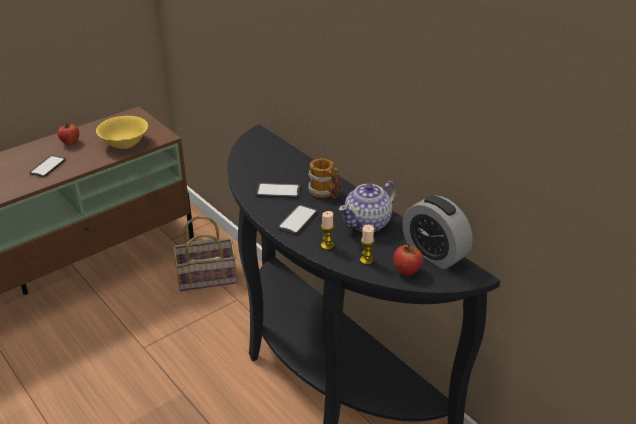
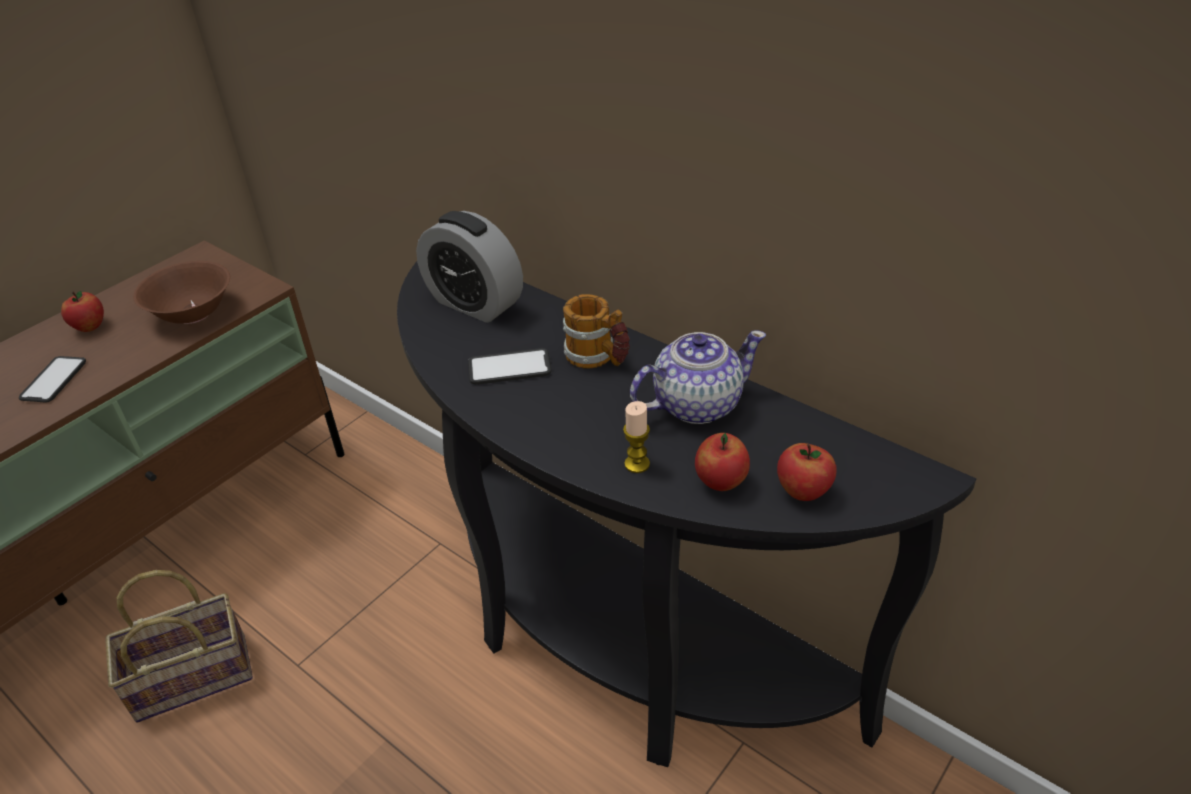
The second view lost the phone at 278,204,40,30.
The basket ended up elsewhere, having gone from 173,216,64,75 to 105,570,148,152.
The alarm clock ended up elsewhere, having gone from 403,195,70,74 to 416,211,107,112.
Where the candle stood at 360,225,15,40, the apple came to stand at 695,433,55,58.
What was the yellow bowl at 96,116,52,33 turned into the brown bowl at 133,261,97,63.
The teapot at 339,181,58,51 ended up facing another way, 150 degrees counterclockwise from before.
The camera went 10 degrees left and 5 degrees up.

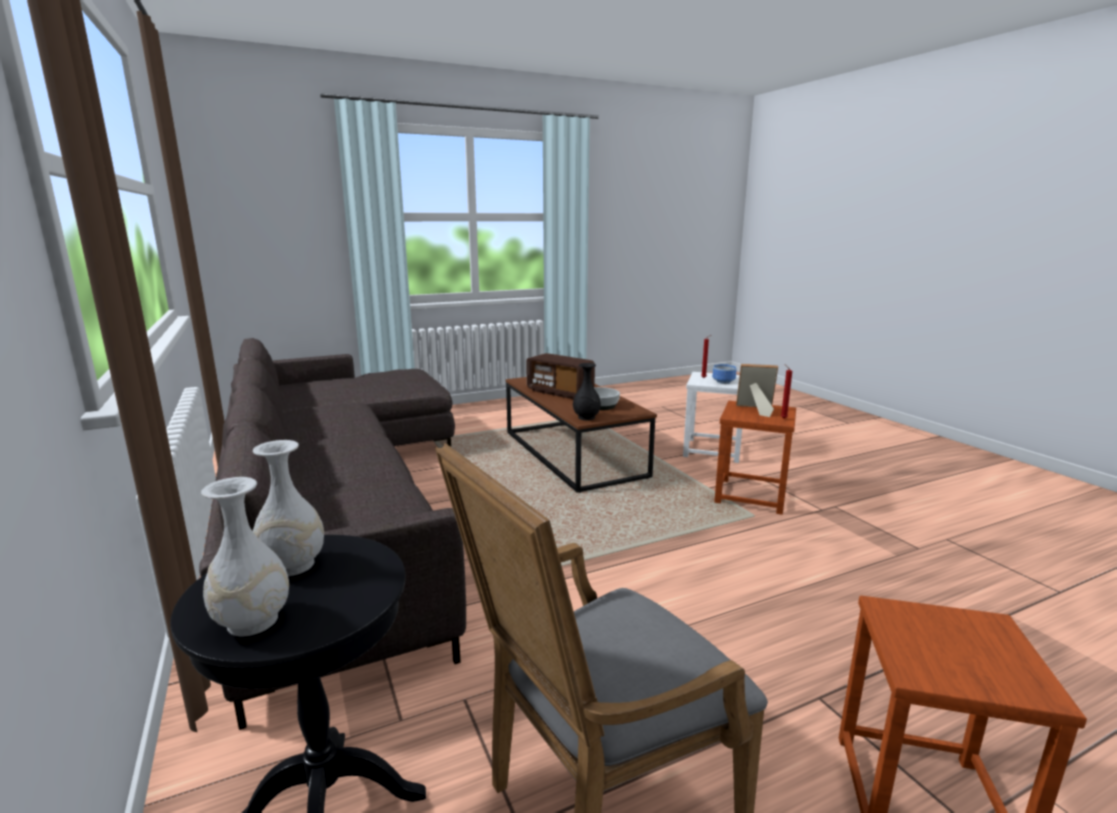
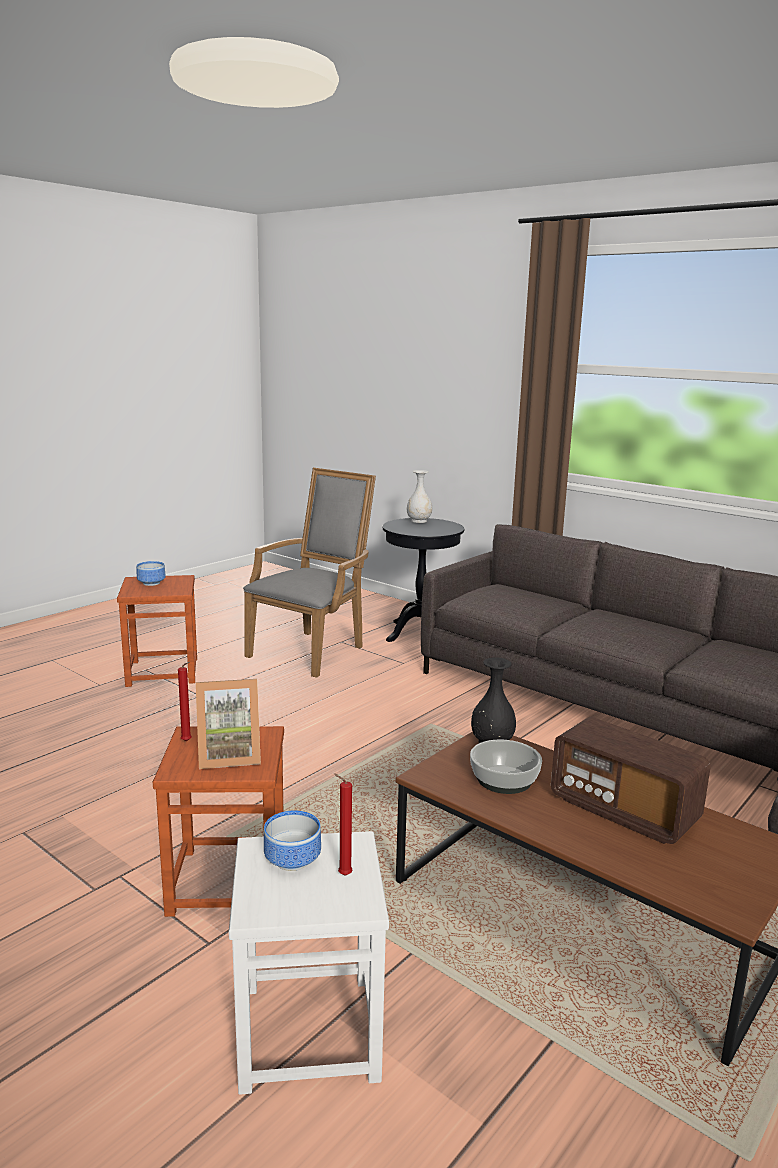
The second view lost the white vase at 253,440,71,136.
The second view gained the bowl at 136,561,30,25.
The radio at 526,353,69,46 ended up facing another way, 150 degrees counterclockwise from before.
The camera went 155 degrees right and 0 degrees up.

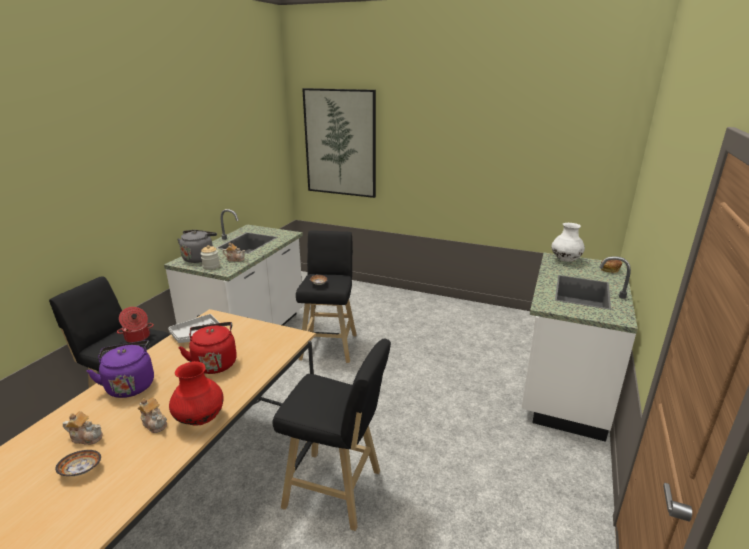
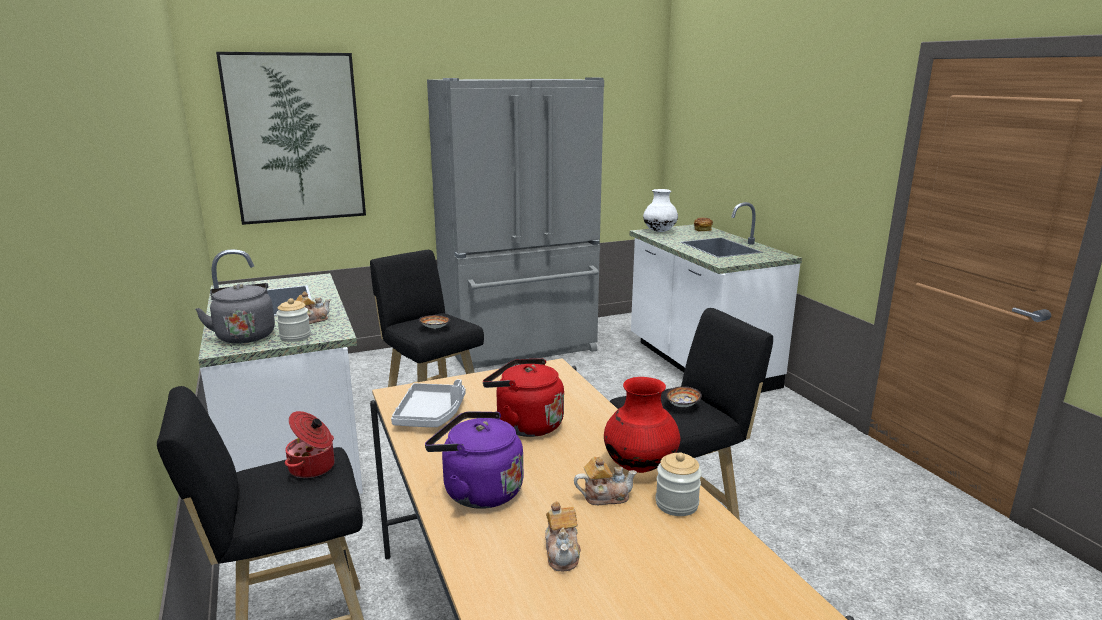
The second view gained the grey fridge at 427,77,177,293.
The second view gained the jar at 656,452,46,64.
The bowl ended up elsewhere, having gone from 55,450,46,26 to 665,386,37,21.
The teapot at 63,411,40,34 ended up facing another way, 120 degrees clockwise from before.
The camera went 45 degrees left and 5 degrees down.

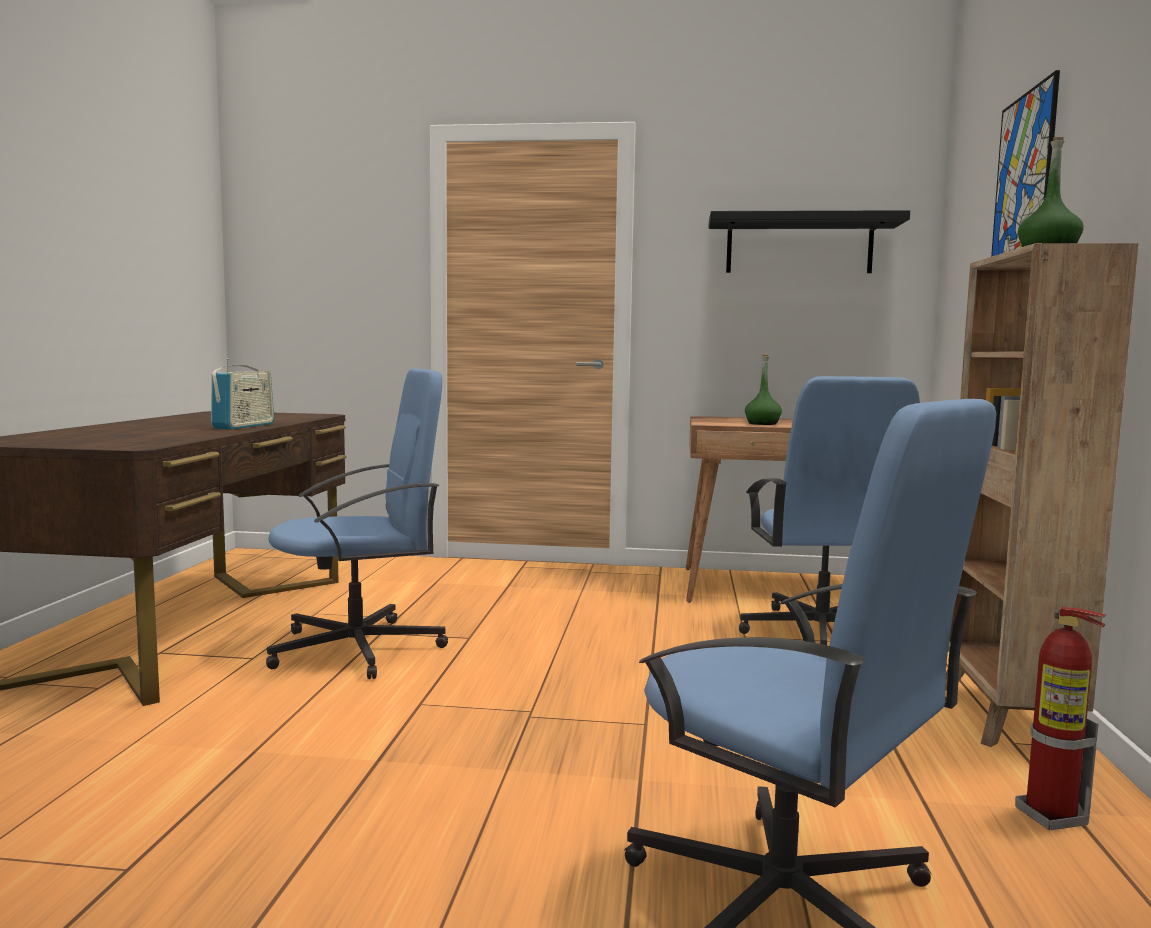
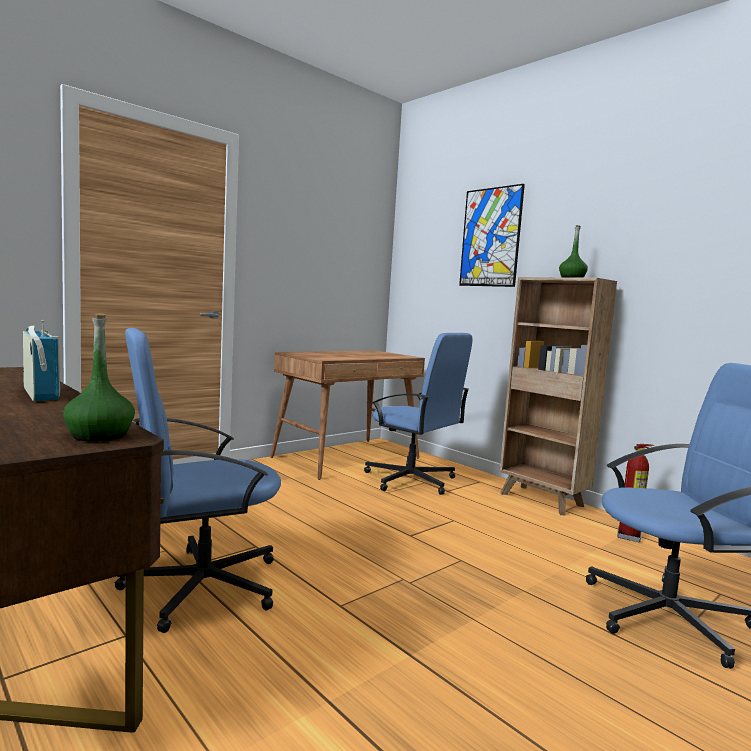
The second view lost the black shelf at 709,210,201,63.
The green bottle ended up elsewhere, having gone from 745,354,37,71 to 63,313,72,129.
The blue office chair at 266,369,182,310 ended up facing another way, 135 degrees counterclockwise from before.
The camera went 50 degrees left and 0 degrees up.

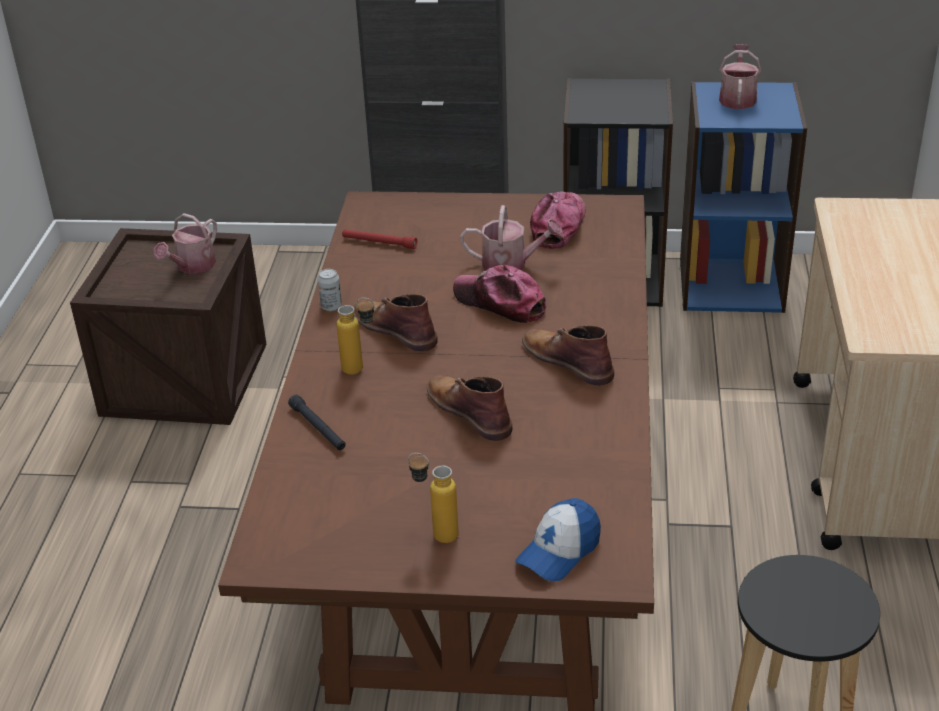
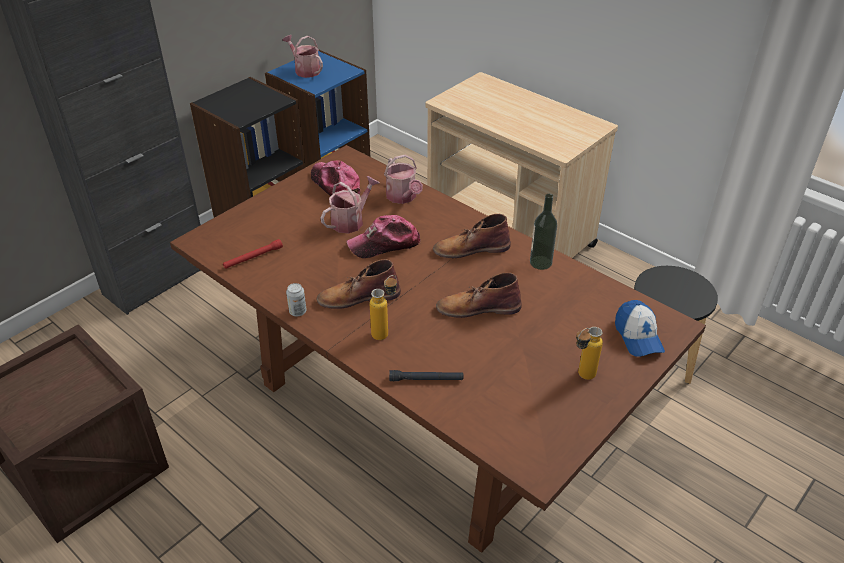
The second view gained the bottle at 530,194,27,76.
The watering can ended up elsewhere, having gone from 154,213,63,61 to 384,155,39,49.
The camera went 55 degrees left and 5 degrees up.

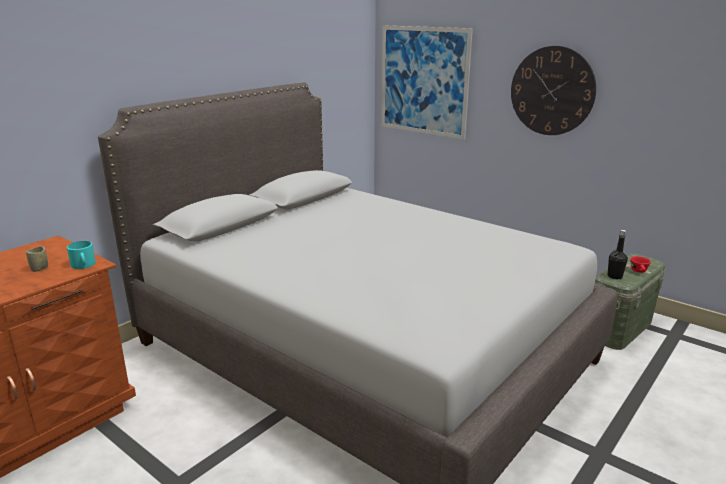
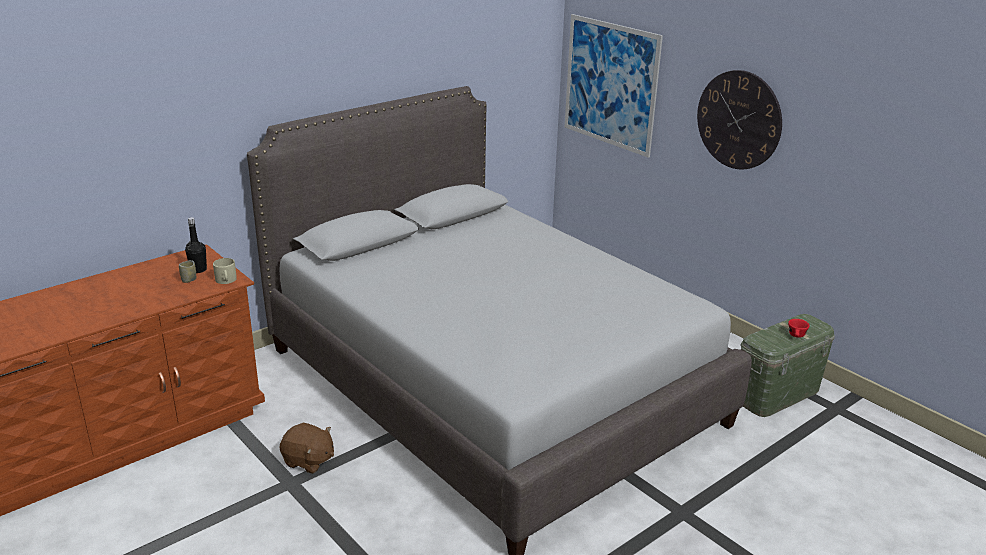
The second view gained the brown plush toy at 280,423,54,51.
The black bottle ended up elsewhere, having gone from 608,230,20,49 to 185,217,22,56.
What was the turquoise mug at 67,241,29,28 turned into the beige mug at 213,258,24,26.
The camera went 10 degrees right and 5 degrees up.

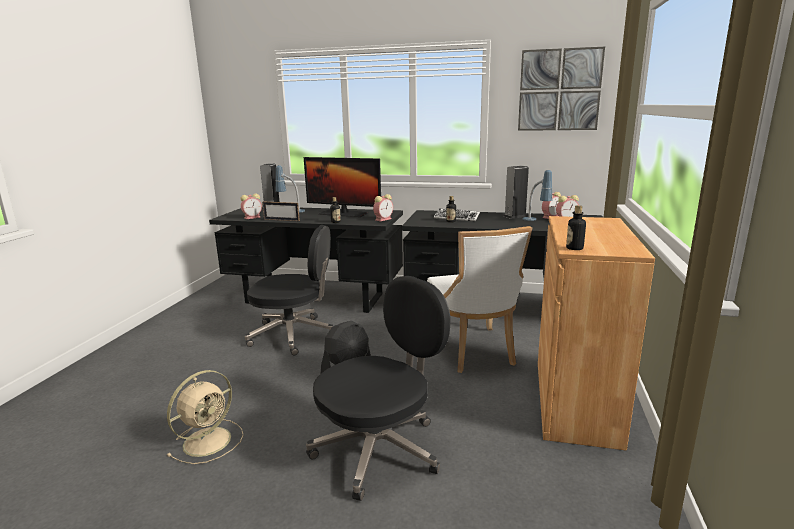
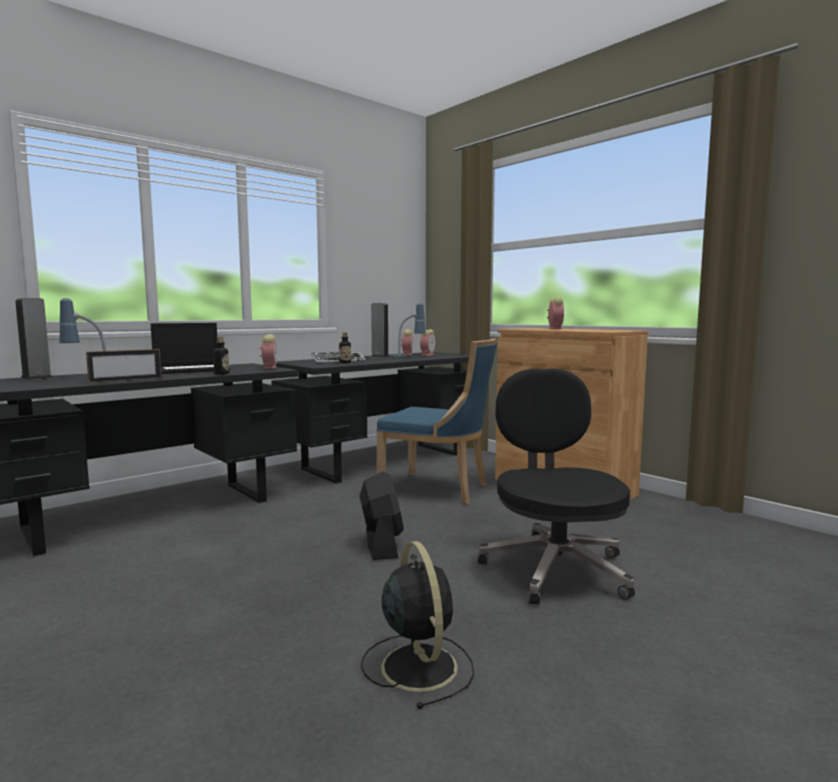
The second view lost the black office chair at 245,225,88,130.
The second view lost the picture at 518,47,87,84.
The second view lost the bottle at 566,205,20,45.
The alarm clock ended up elsewhere, having gone from 241,194,21,25 to 547,297,17,32.
Where the monitor stood at 304,157,77,60, the laptop came to stand at 151,323,79,51.
What was the beige fan at 167,370,76,94 turned into the black fan at 361,541,113,168.
What was the white chair at 427,226,105,147 turned into the blue chair at 376,338,121,167.
The camera went 55 degrees left and 10 degrees down.

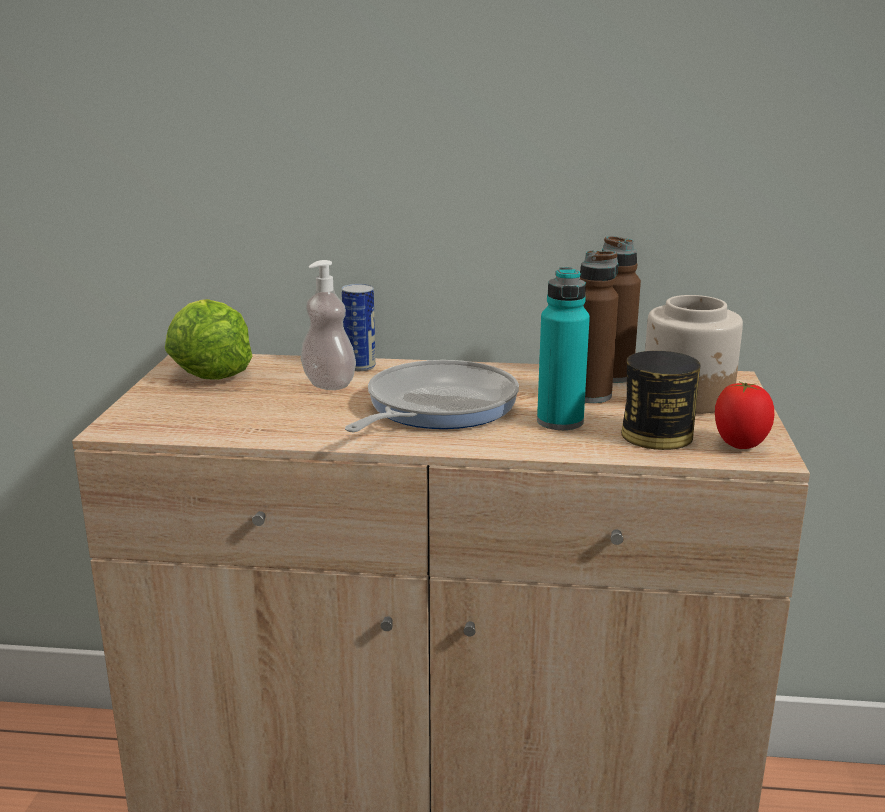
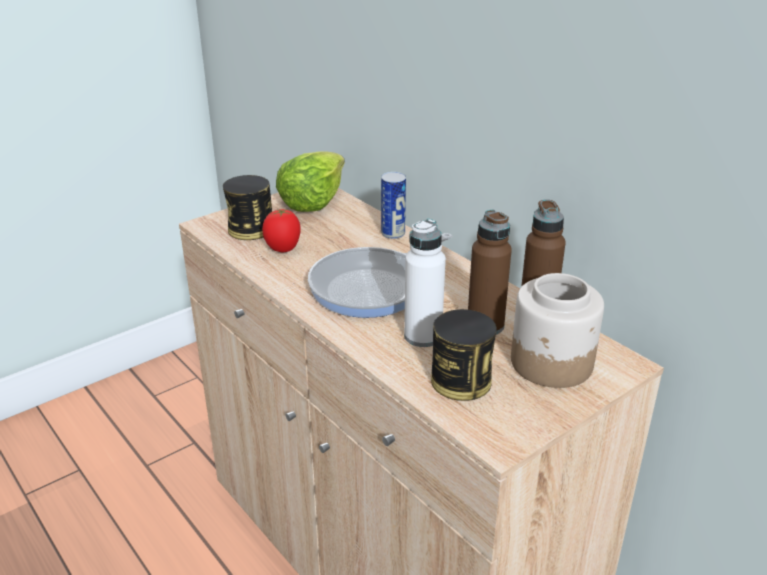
The second view lost the soap dispenser at 301,260,55,130.
The second view gained the can at 223,175,49,65.
The tomato ended up elsewhere, having gone from 715,381,59,68 to 262,209,39,43.
What was the turquoise bottle at 537,267,53,163 turned into the white bottle at 404,219,42,128.
The frying pan at 345,360,174,72 ended up facing another way, 150 degrees clockwise from before.
The camera went 45 degrees right and 10 degrees up.

